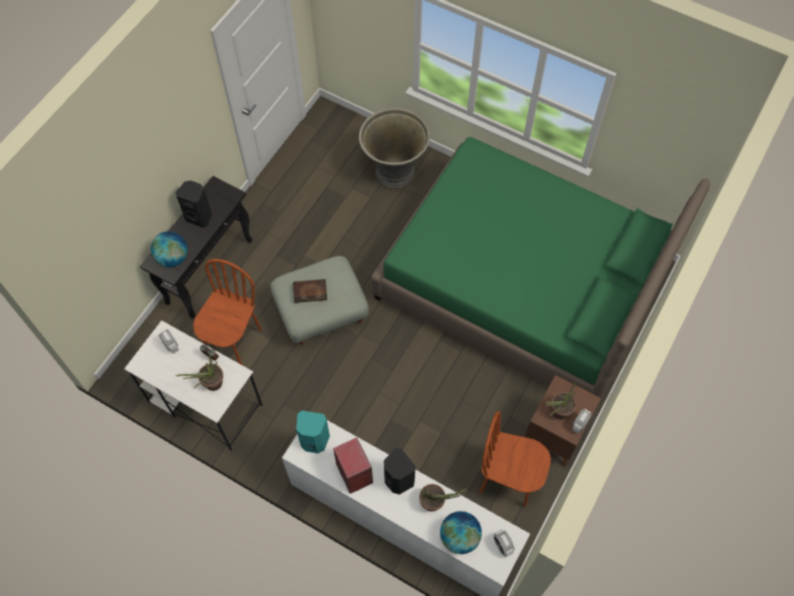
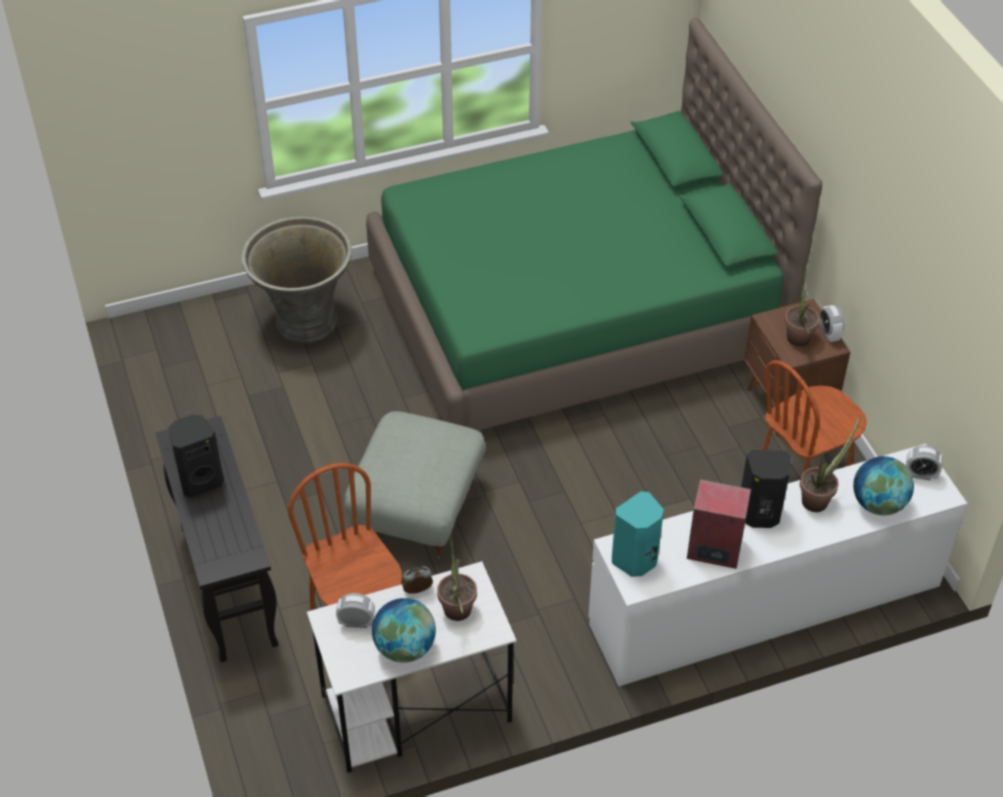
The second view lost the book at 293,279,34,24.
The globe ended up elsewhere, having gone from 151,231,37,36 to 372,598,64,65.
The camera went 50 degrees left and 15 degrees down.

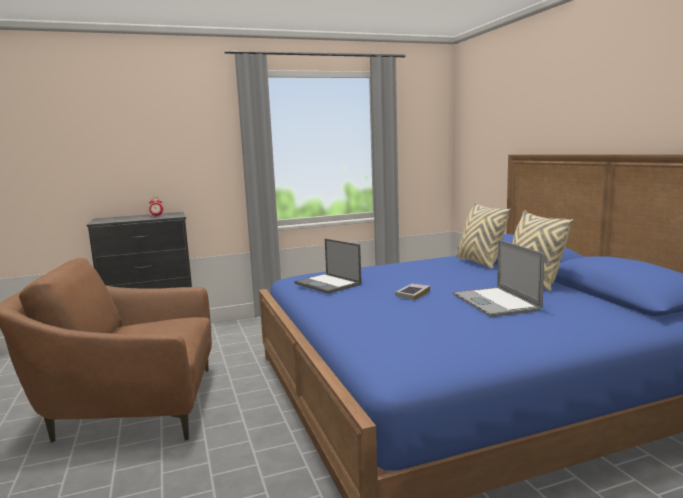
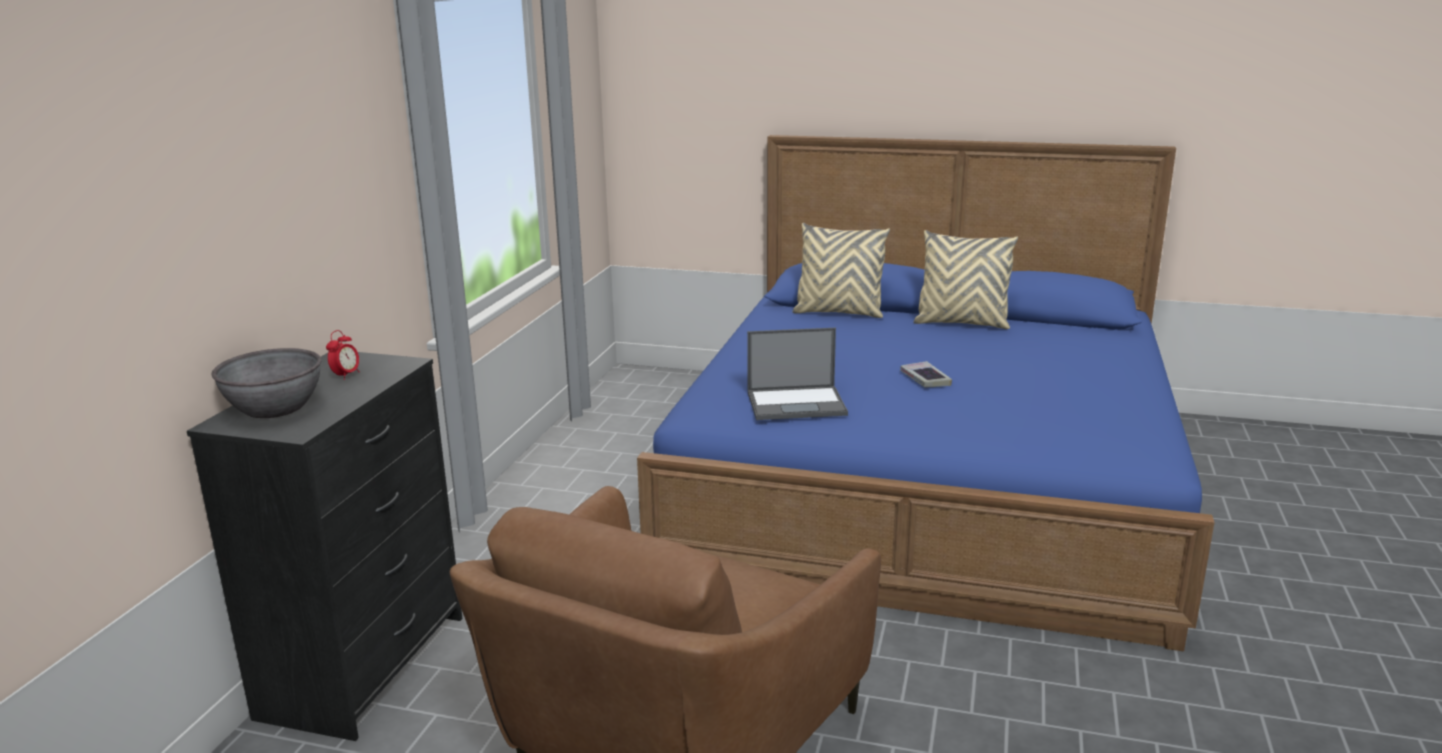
The second view lost the laptop at 453,239,92,78.
The second view gained the grey bowl at 211,348,111,70.
The camera went 55 degrees left and 10 degrees up.

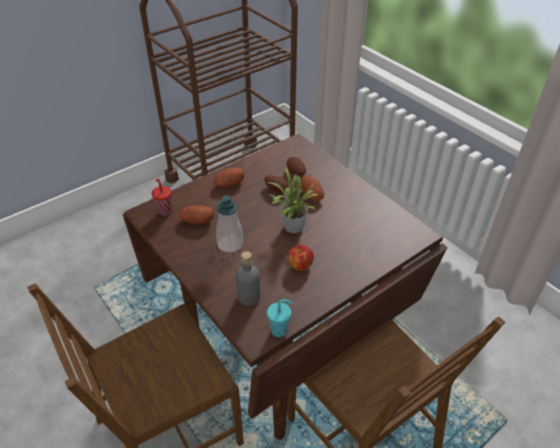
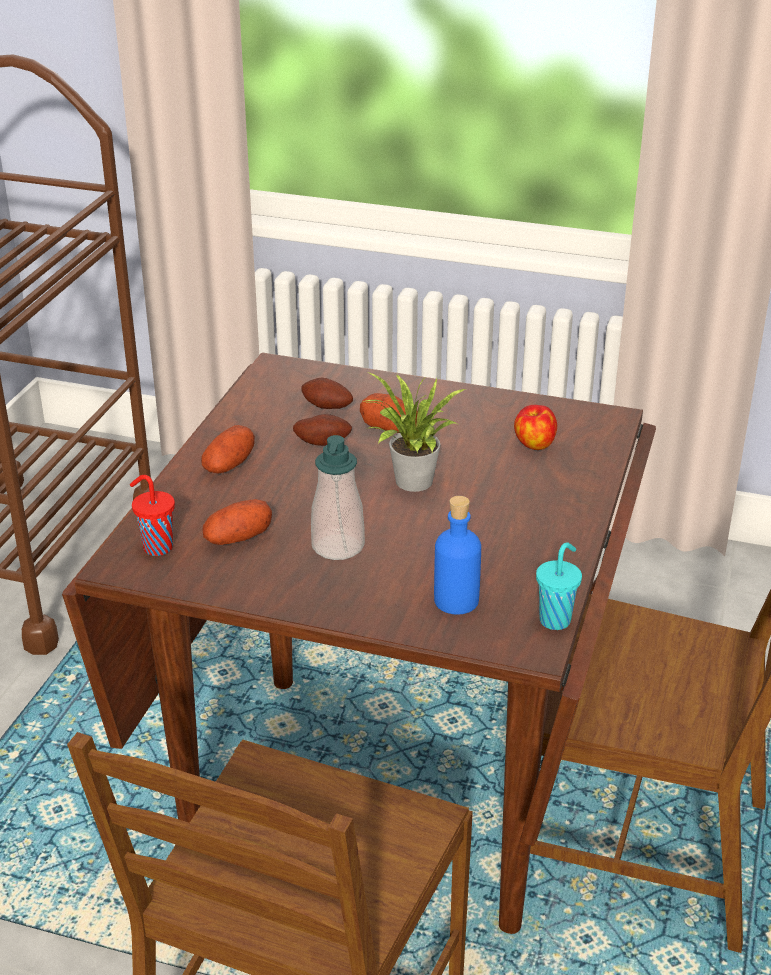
The apple ended up elsewhere, having gone from 288,245,26,26 to 514,405,43,45.
What was the grey bottle at 236,251,24,55 turned into the blue bottle at 434,496,47,118.
The camera went 35 degrees left and 10 degrees down.

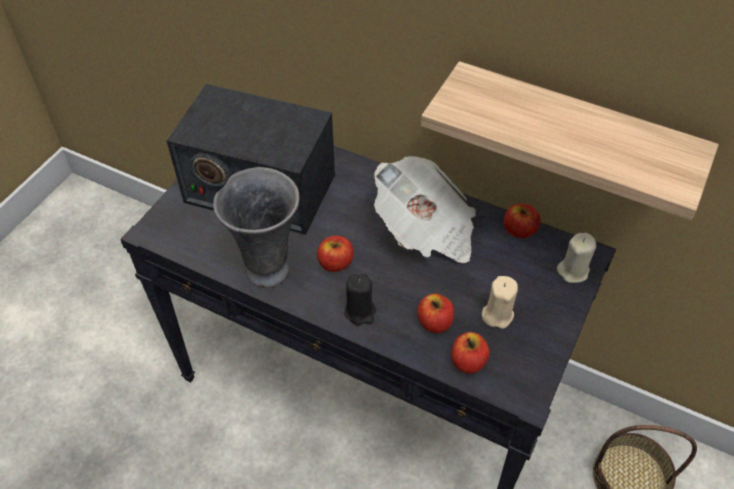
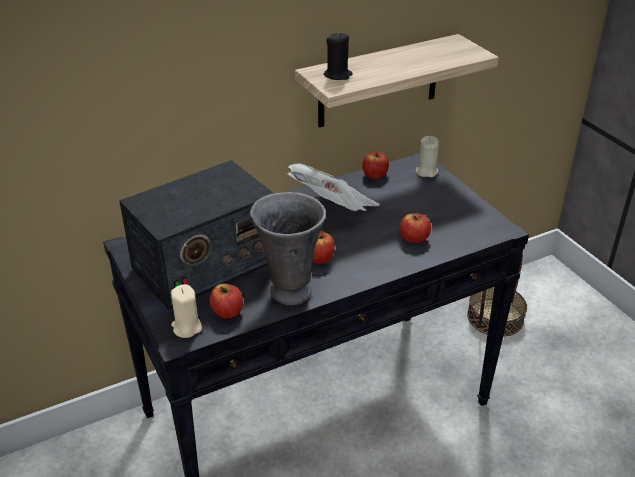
The black candle ended up elsewhere, having gone from 344,273,32,53 to 324,32,29,48.
The apple ended up elsewhere, having gone from 451,332,39,42 to 209,283,34,35.
The beige candle ended up elsewhere, having gone from 482,276,36,53 to 171,284,31,54.
The camera went 55 degrees left and 15 degrees down.

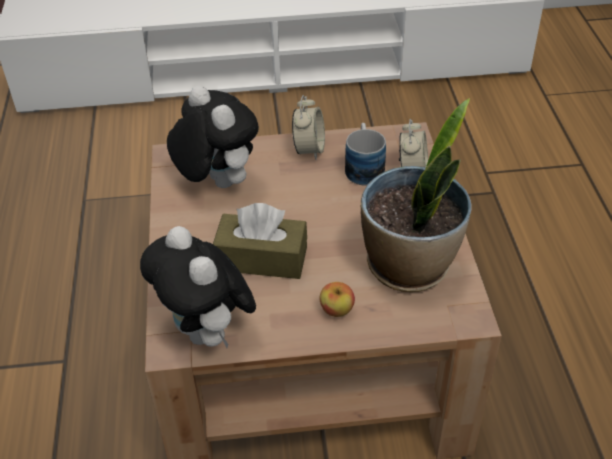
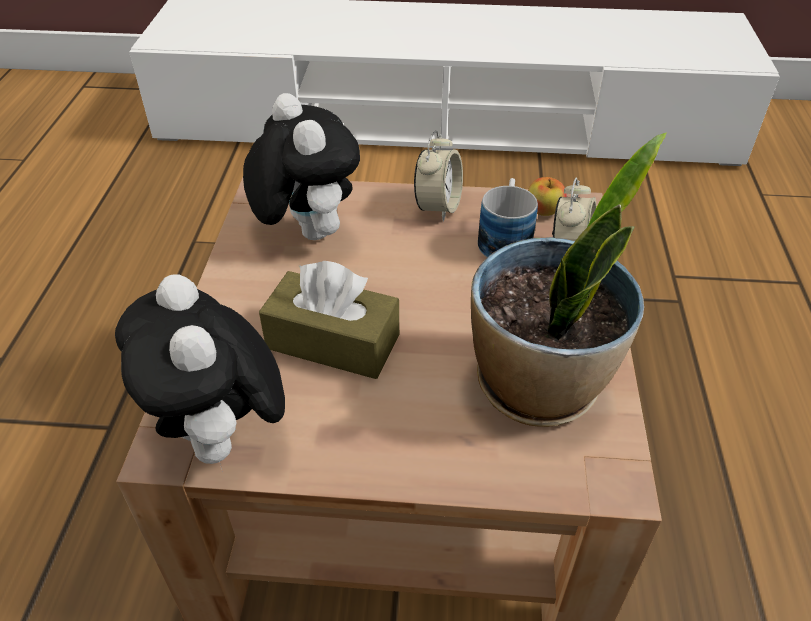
The apple ended up elsewhere, having gone from 320,282,35,35 to 528,177,39,39.
The camera went 10 degrees right and 0 degrees up.

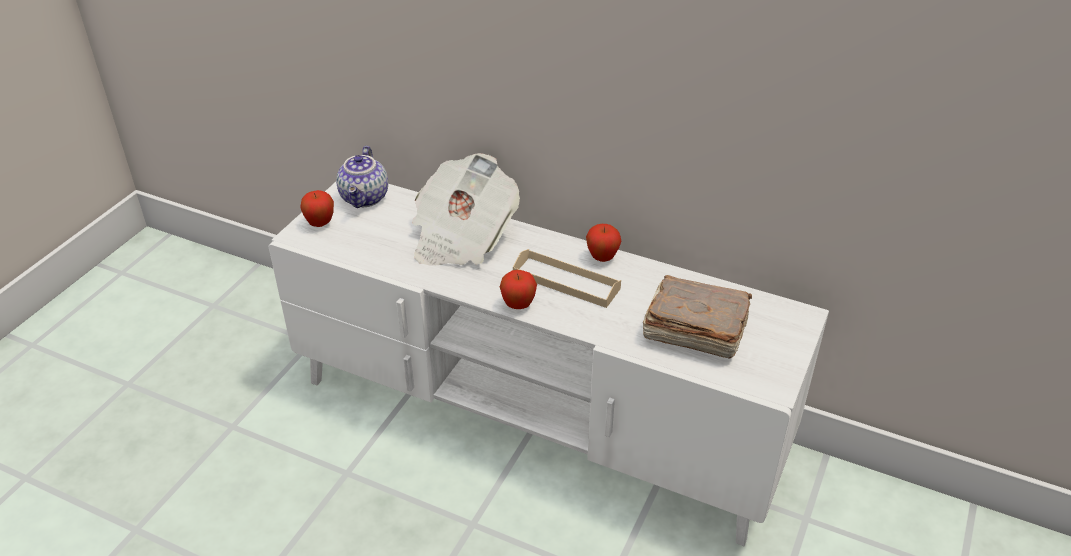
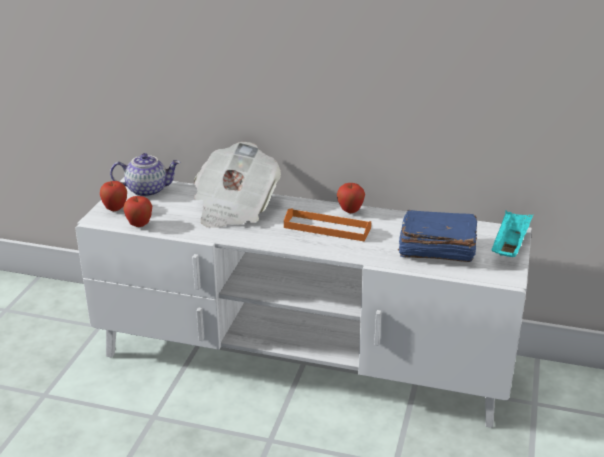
The second view gained the turquoise tray at 491,210,42,47.
The apple ended up elsewhere, having gone from 500,270,37,39 to 123,196,29,31.
What was the beige tray at 513,249,108,59 turned into the orange tray at 284,209,87,32.
What was the brown book at 643,275,109,83 turned into the blue book at 397,210,80,52.
The teapot at 336,146,52,62 ended up facing another way, 90 degrees counterclockwise from before.
The camera went 10 degrees left and 10 degrees down.

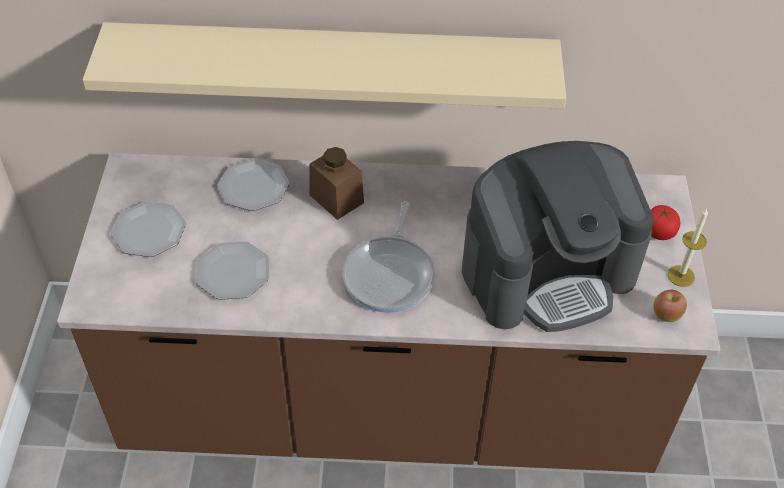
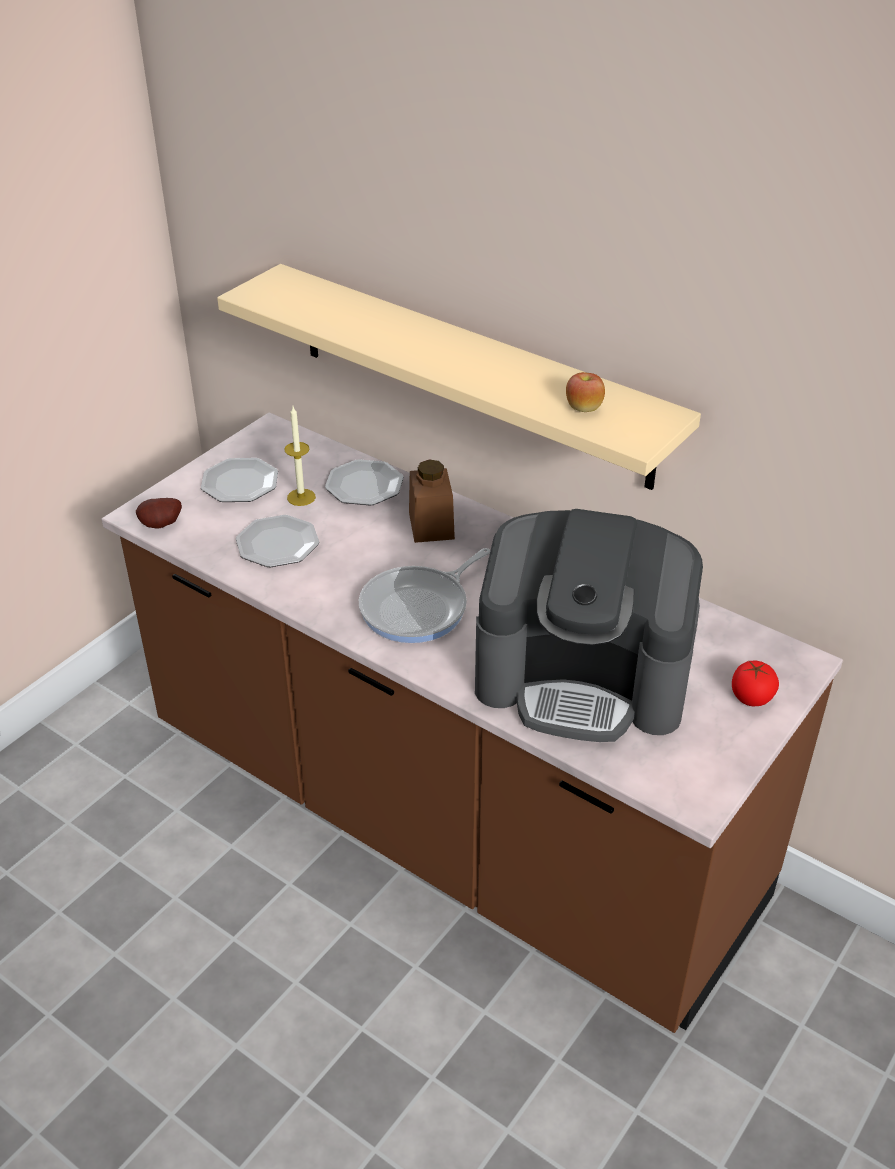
The second view gained the potato at 136,498,46,30.
The apple ended up elsewhere, having gone from 653,290,34,32 to 566,372,39,40.
The candle ended up elsewhere, having gone from 668,208,40,79 to 284,407,32,99.
The camera went 35 degrees right and 10 degrees down.

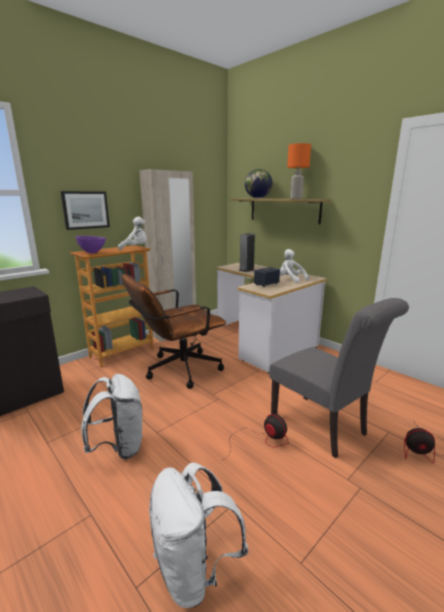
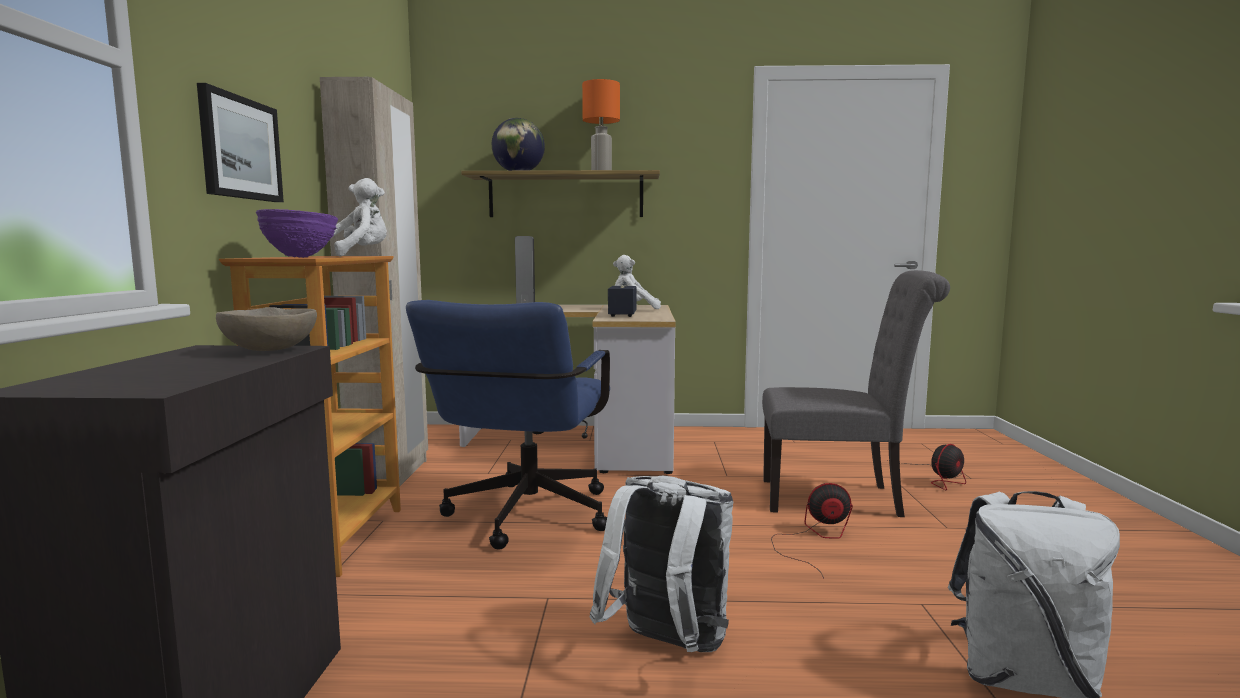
The second view gained the beige bowl at 216,307,101,44.
What was the brown office chair at 121,274,105,115 turned into the blue office chair at 406,300,204,250.
The camera went 45 degrees left and 10 degrees down.

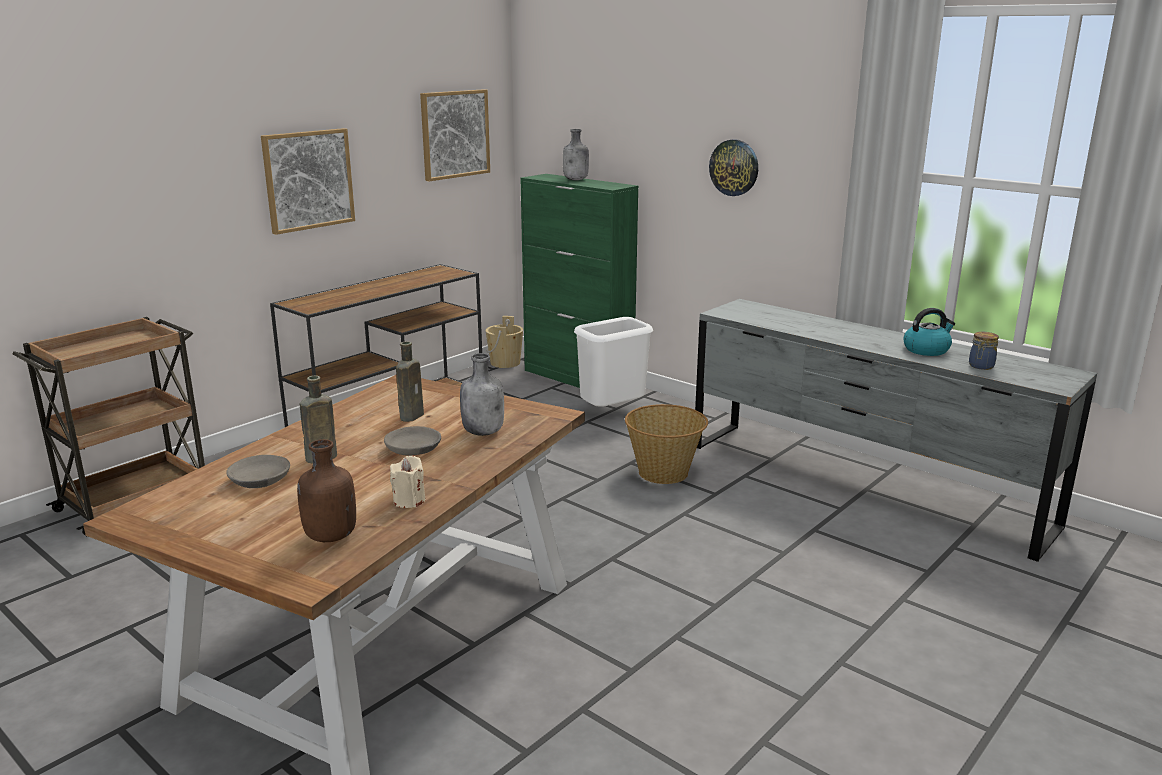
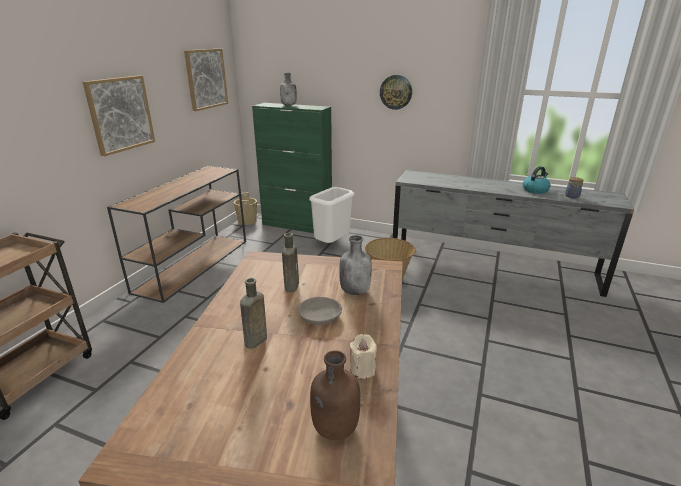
The second view lost the grey bowl at 226,455,64,33.
The camera went 20 degrees left and 5 degrees up.

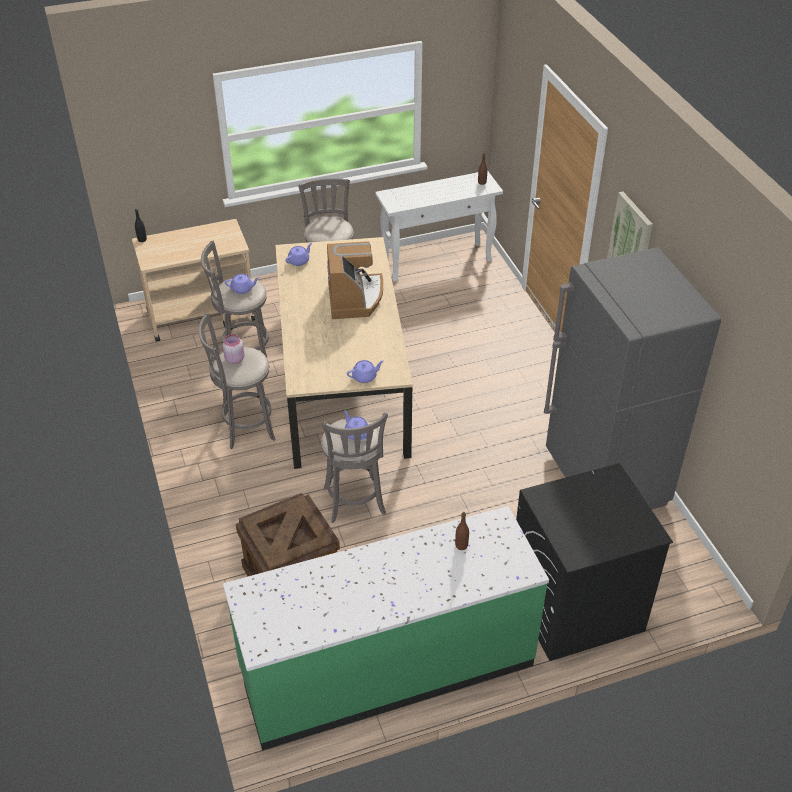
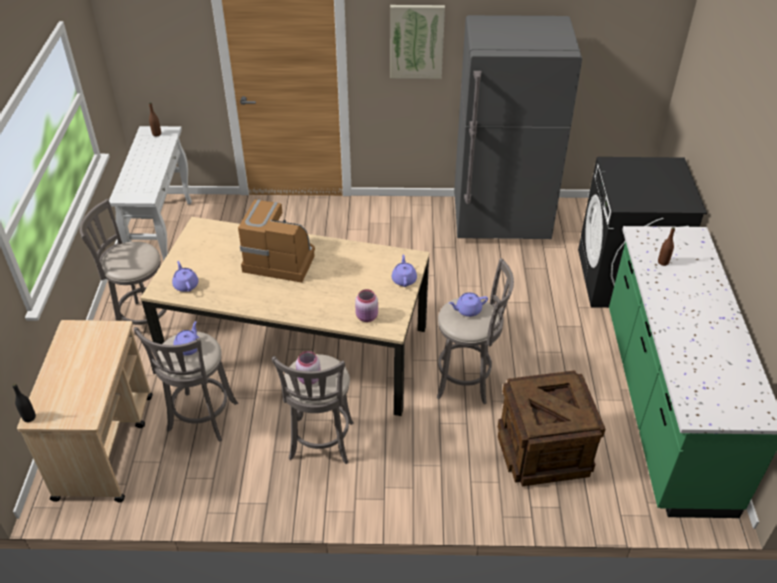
The second view gained the pink jar at 355,289,23,33.
The camera went 70 degrees left and 0 degrees up.

